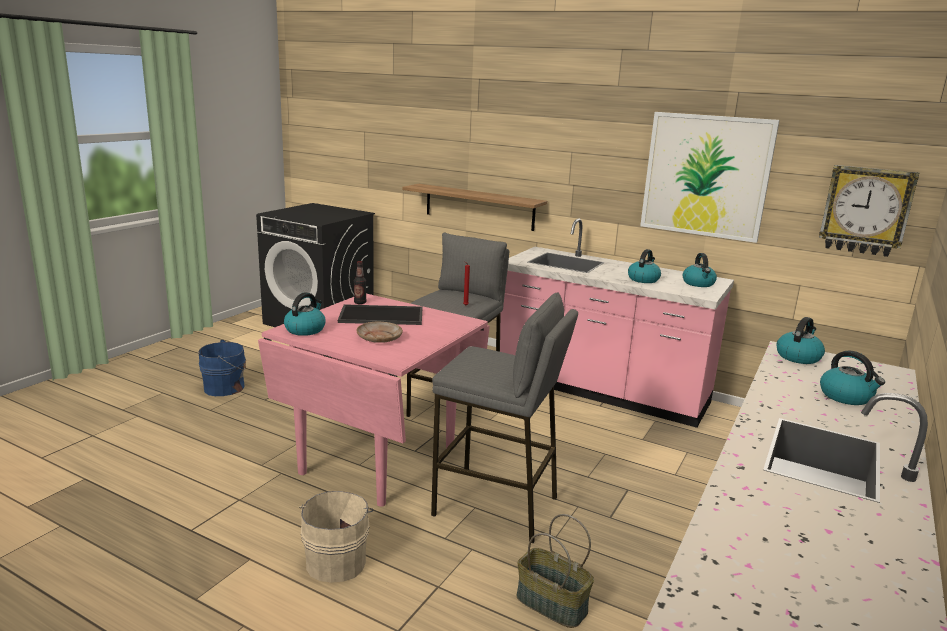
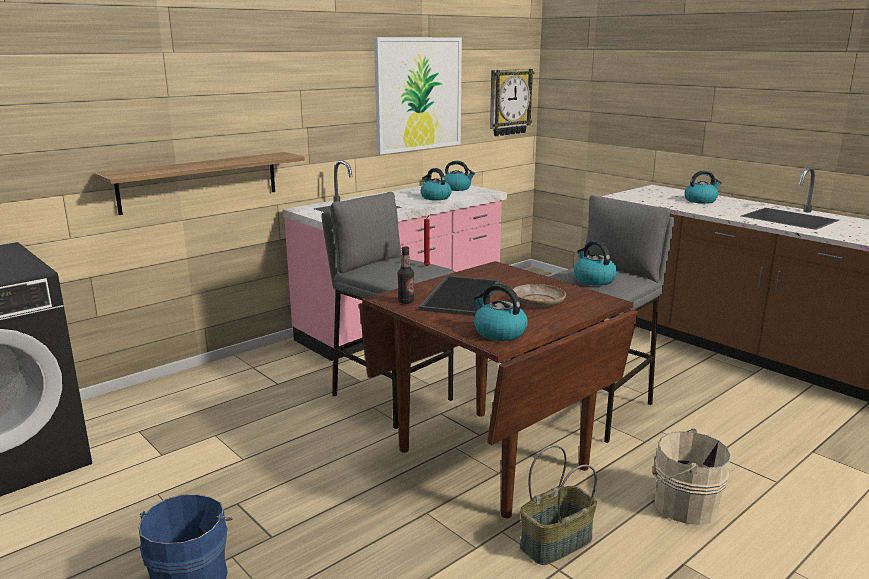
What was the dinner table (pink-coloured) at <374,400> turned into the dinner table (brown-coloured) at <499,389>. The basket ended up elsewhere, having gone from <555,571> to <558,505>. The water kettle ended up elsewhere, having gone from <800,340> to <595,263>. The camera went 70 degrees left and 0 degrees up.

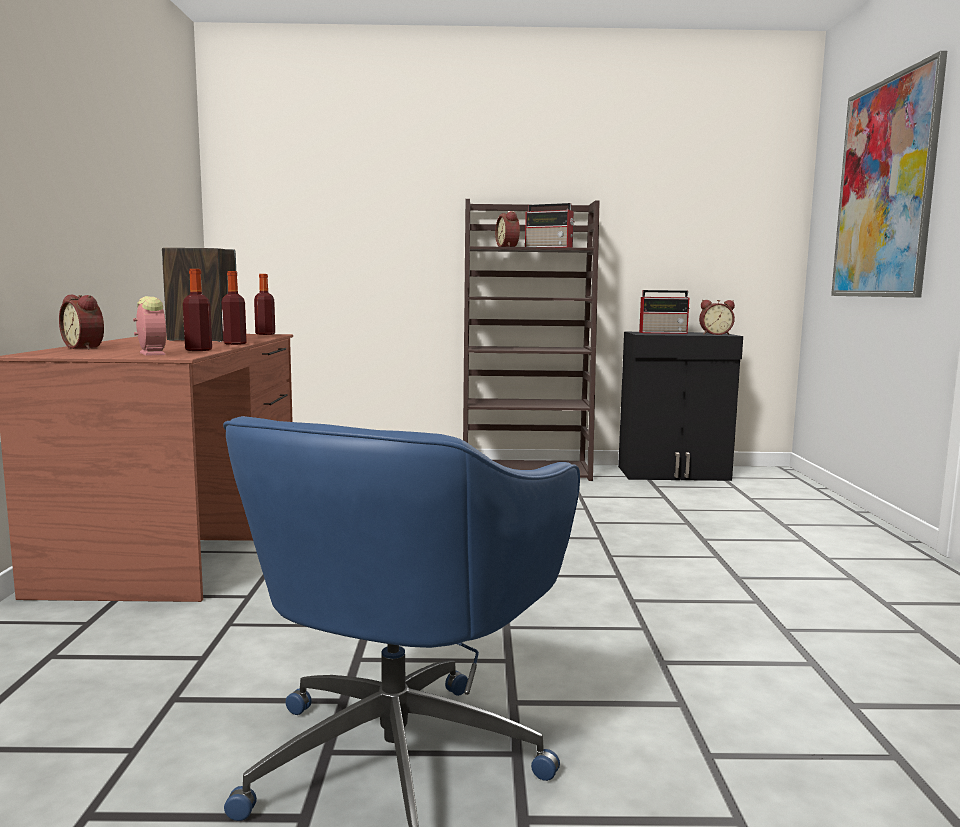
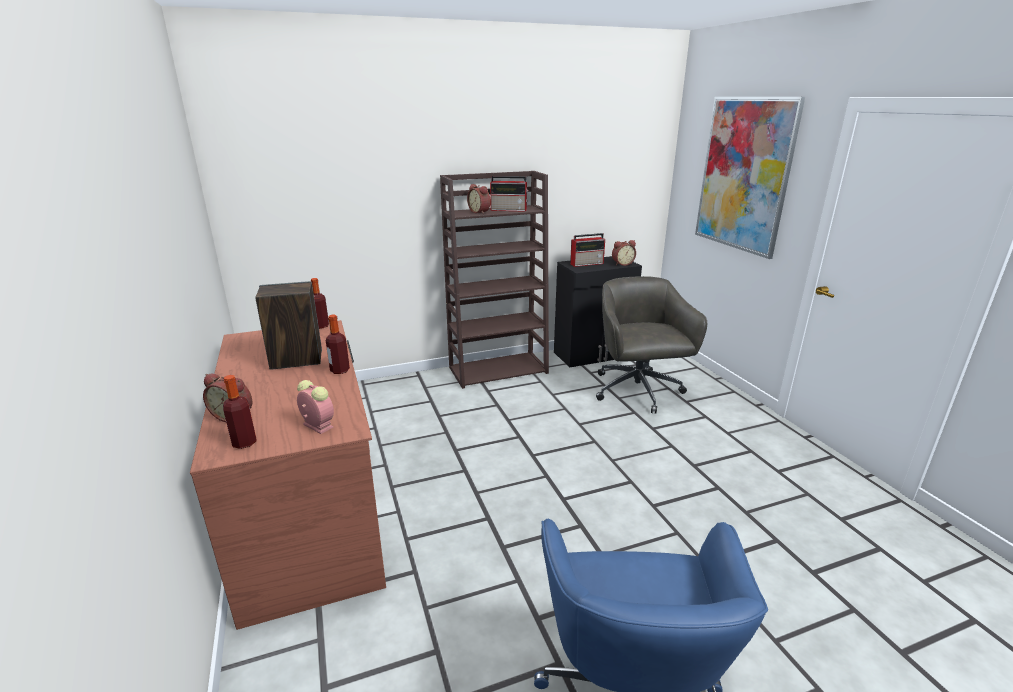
The bottle ended up elsewhere, having gone from <197,310> to <240,412>. The second view gained the computer chair (gray) at <651,345>. The camera went 20 degrees left and 15 degrees up.

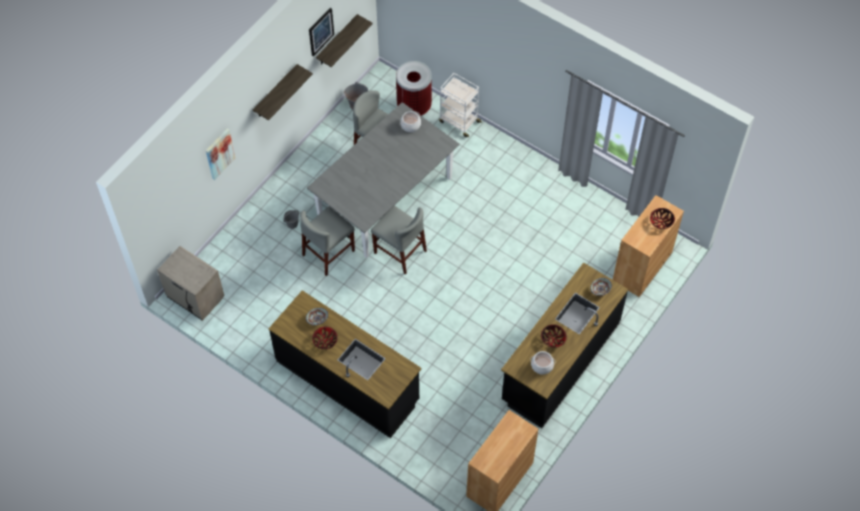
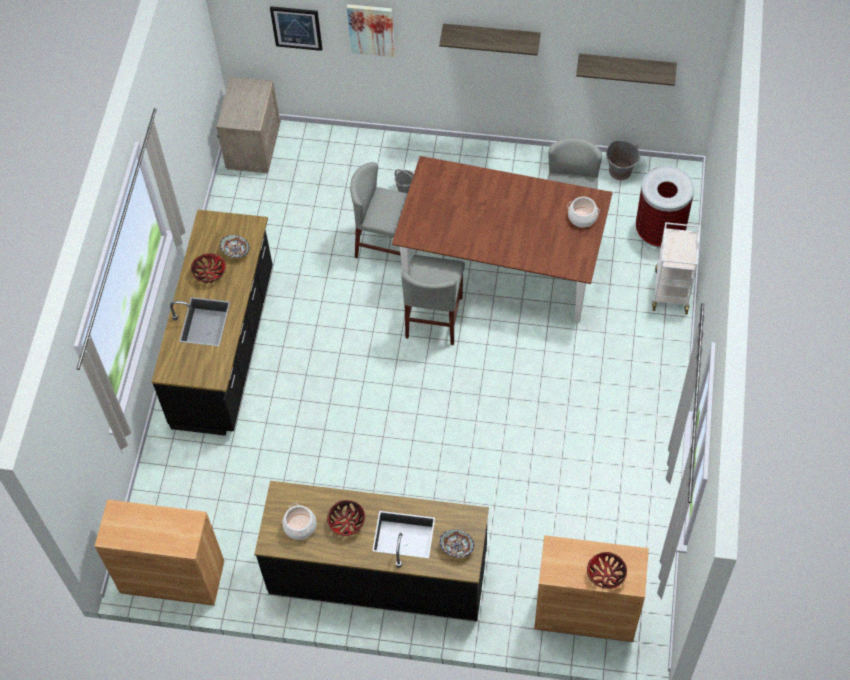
The wall art ended up elsewhere, having gone from <321,32> to <296,28>. What was the dinner table (gray) at <383,180> turned into the dinner table (brown-coloured) at <502,239>. The camera went 65 degrees right and 0 degrees up.

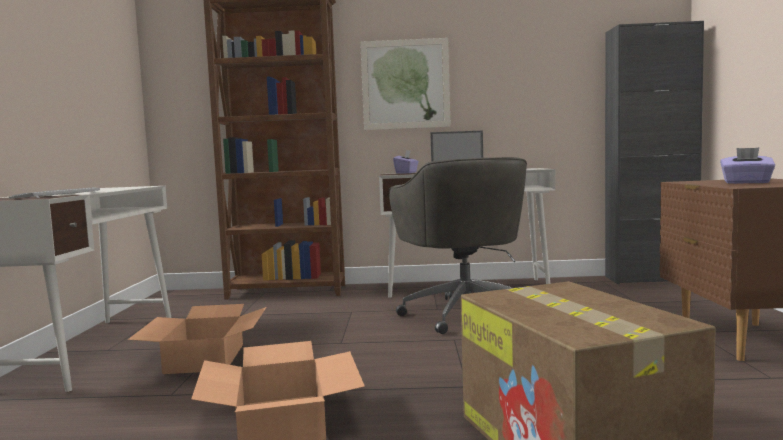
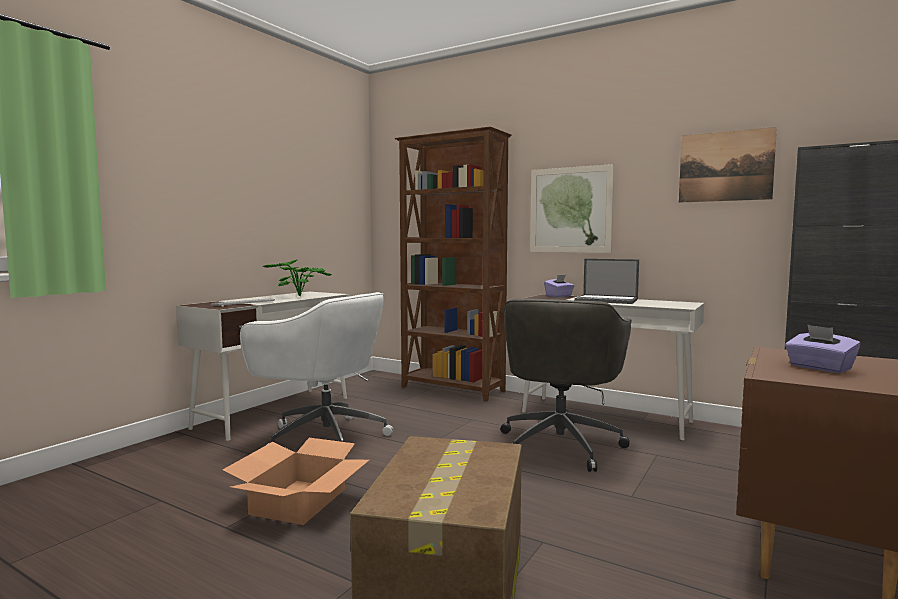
Where the cardboard box stood at <197,339>, the computer chair (white-coloured) came to stand at <316,375>. The second view gained the houseplant at <297,278>. The second view gained the wall art at <728,165>. The camera went 30 degrees right and 0 degrees up.

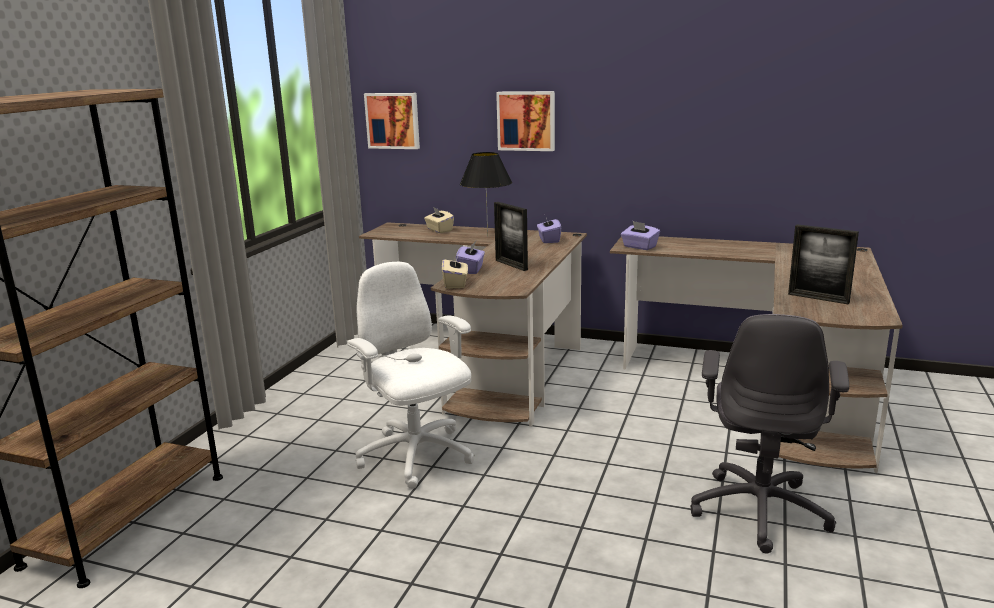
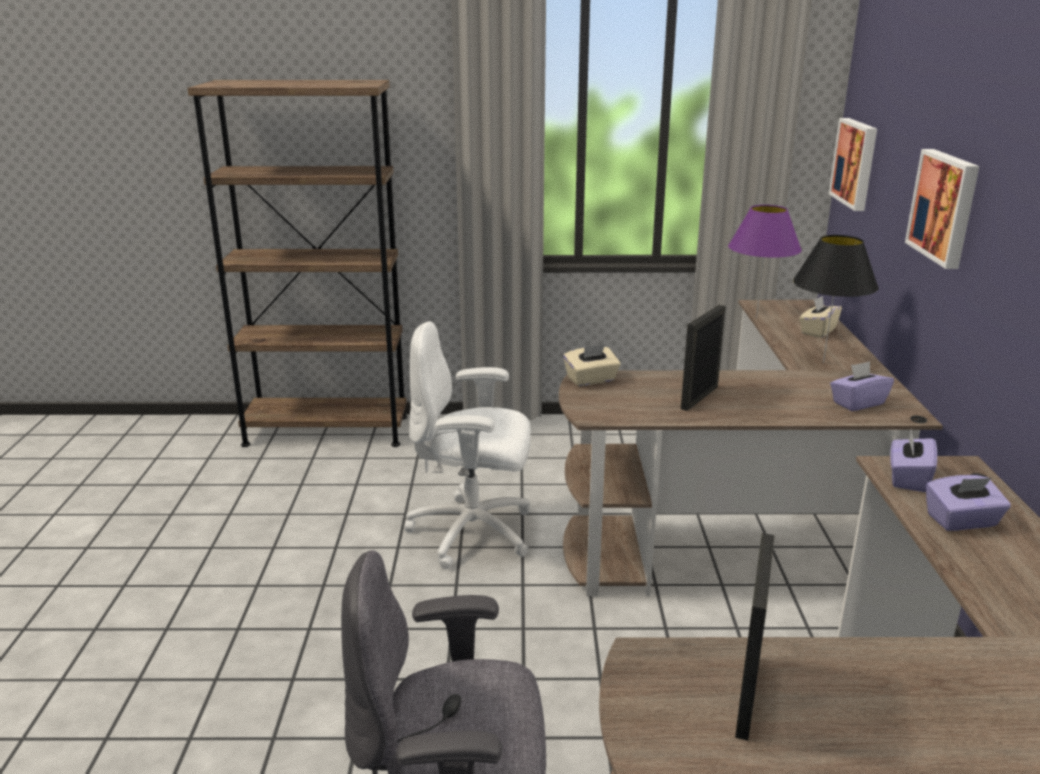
The computer chair (white-coloured) at <411,375> ended up facing another way, 120 degrees counterclockwise from before. The second view gained the table lamp (purplish) at <765,261>. The tissue box (purplish) ended up elsewhere, having gone from <470,257> to <968,503>. The camera went 70 degrees right and 5 degrees up.

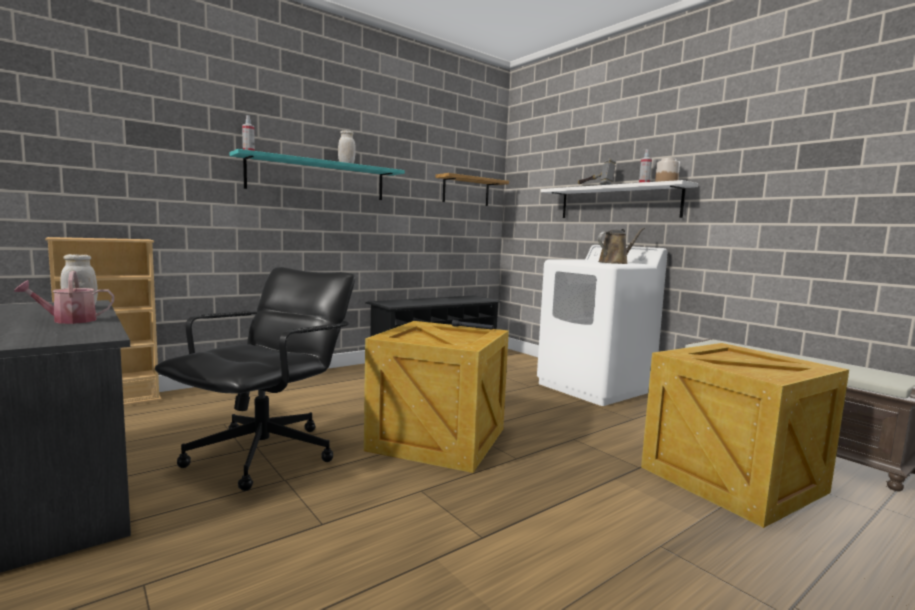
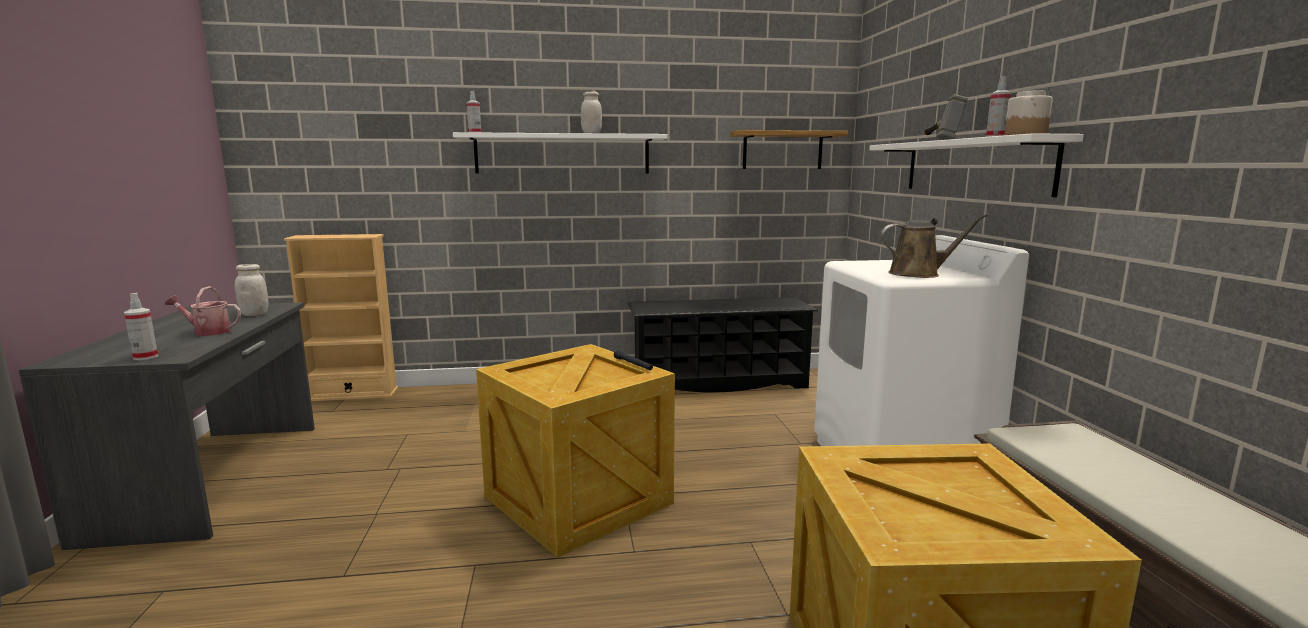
The second view gained the sprayer at <141,326>. What was the wall shelf (turquoise) at <317,174> turned into the wall shelf (white-coloured) at <560,153>. The second view lost the computer chair (blackish) at <255,379>. The camera went 30 degrees right and 5 degrees up.

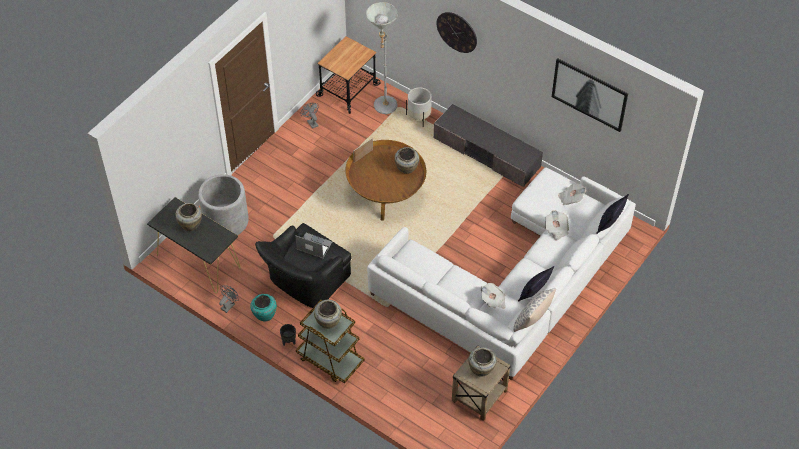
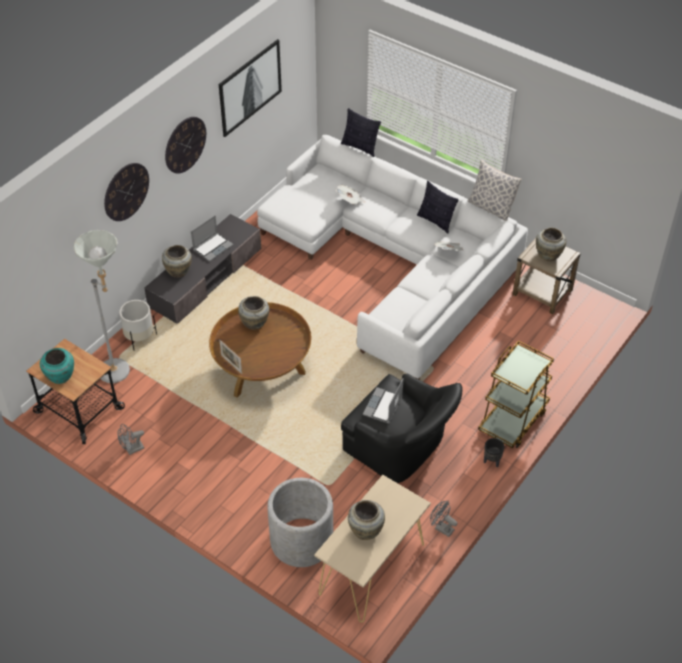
The flower vase (turquoise) ended up elsewhere, having gone from <264,307> to <57,366>. The flower vase (beige) ended up elsewhere, having gone from <328,314> to <177,261>. The second view gained the clock on the wall at <185,145>. The second view gained the laptop at <212,238>. What was the hall table (blackish) at <194,245> turned into the hall table (beige) at <372,549>. The second view lost the printed paper at <572,194>. The camera went 90 degrees left and 5 degrees down.

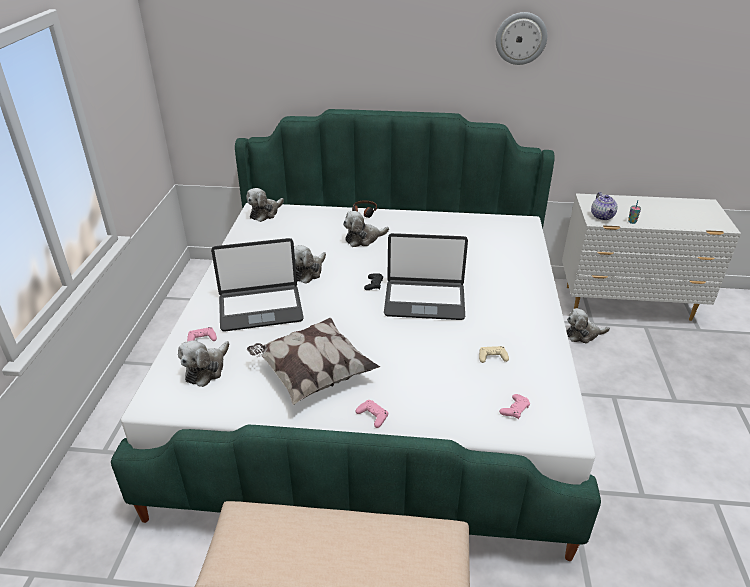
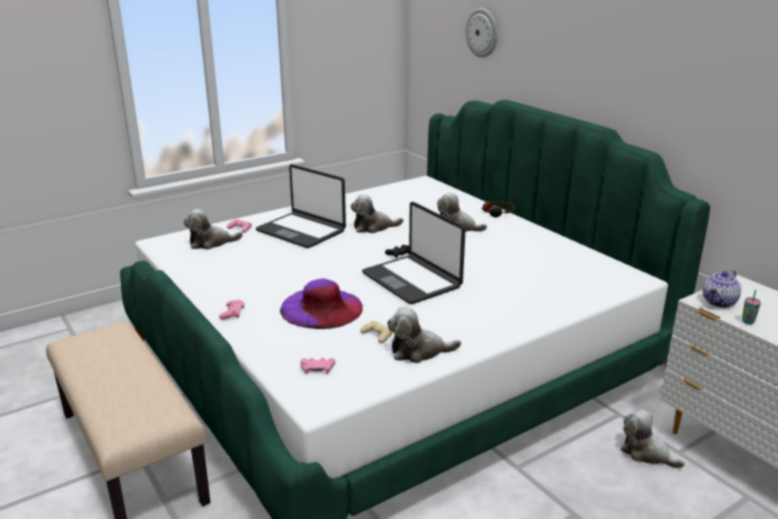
The second view gained the hat (purplish) at <321,304>. The soft toy ended up elsewhere, having gone from <265,205> to <424,335>. The clock on the wall ended up elsewhere, having gone from <521,38> to <482,33>. The second view lost the cushion at <313,361>. The camera went 50 degrees right and 10 degrees down.

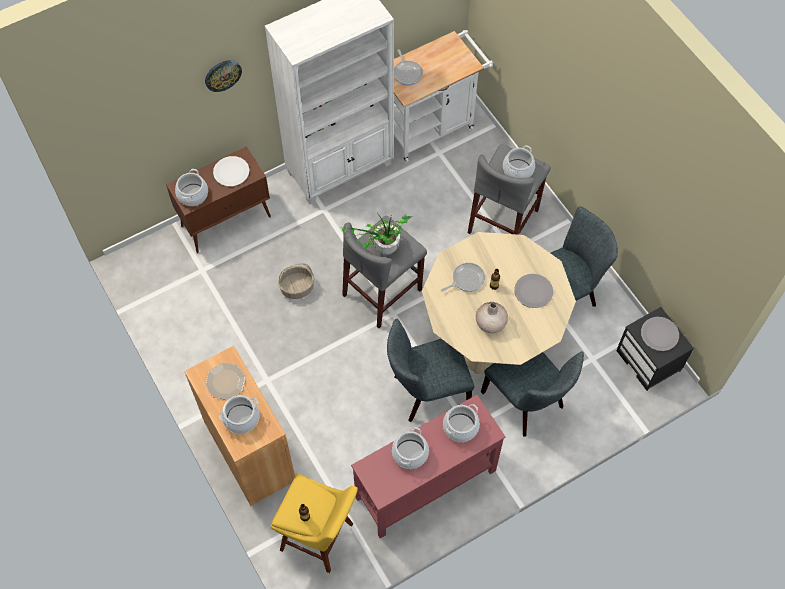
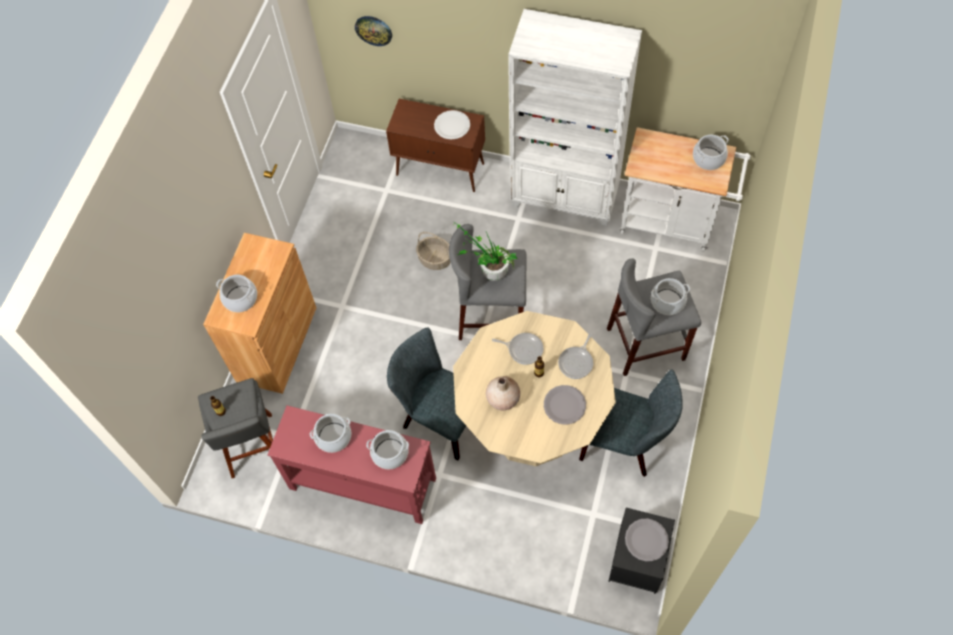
What was the stool seat (yellowish) at <314,523> turned into the stool seat (gray) at <235,428>. The clock on the wall ended up elsewhere, having gone from <223,76> to <373,31>. The pan ended up elsewhere, having gone from <408,67> to <575,356>. The stockpot ended up elsewhere, having gone from <191,187> to <711,152>. The second view lost the dinner plate at <225,381>. The second view lost the chair (gray) at <532,394>. The camera went 50 degrees right and 0 degrees up.

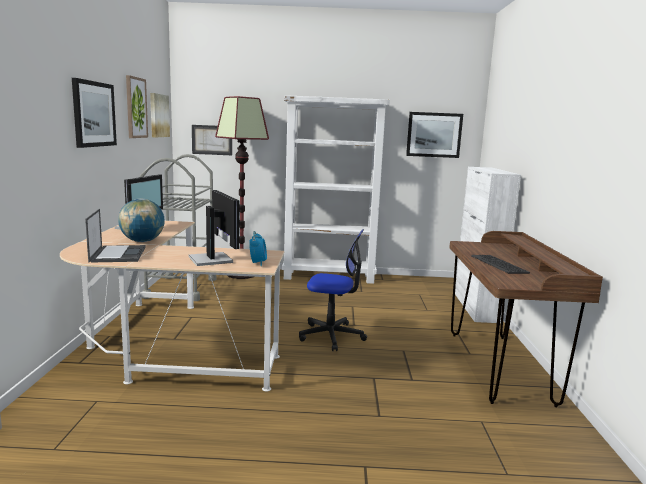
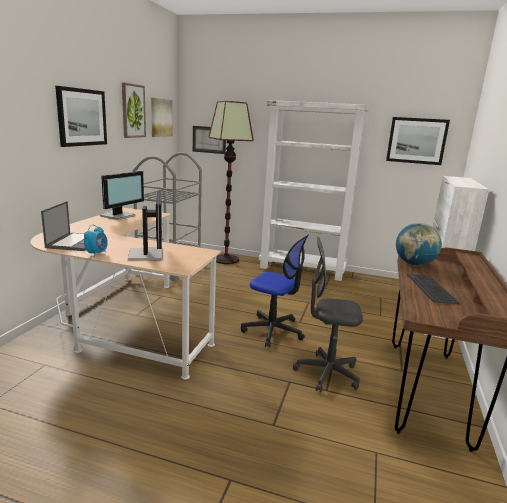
The alarm clock ended up elsewhere, having gone from <258,248> to <96,241>. The second view gained the computer chair (gray) at <328,314>. The globe ended up elsewhere, having gone from <141,220> to <419,244>. The camera went 15 degrees right and 5 degrees up.

